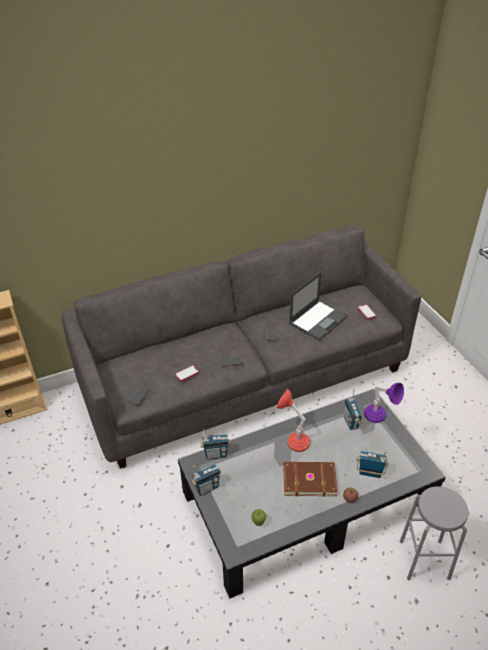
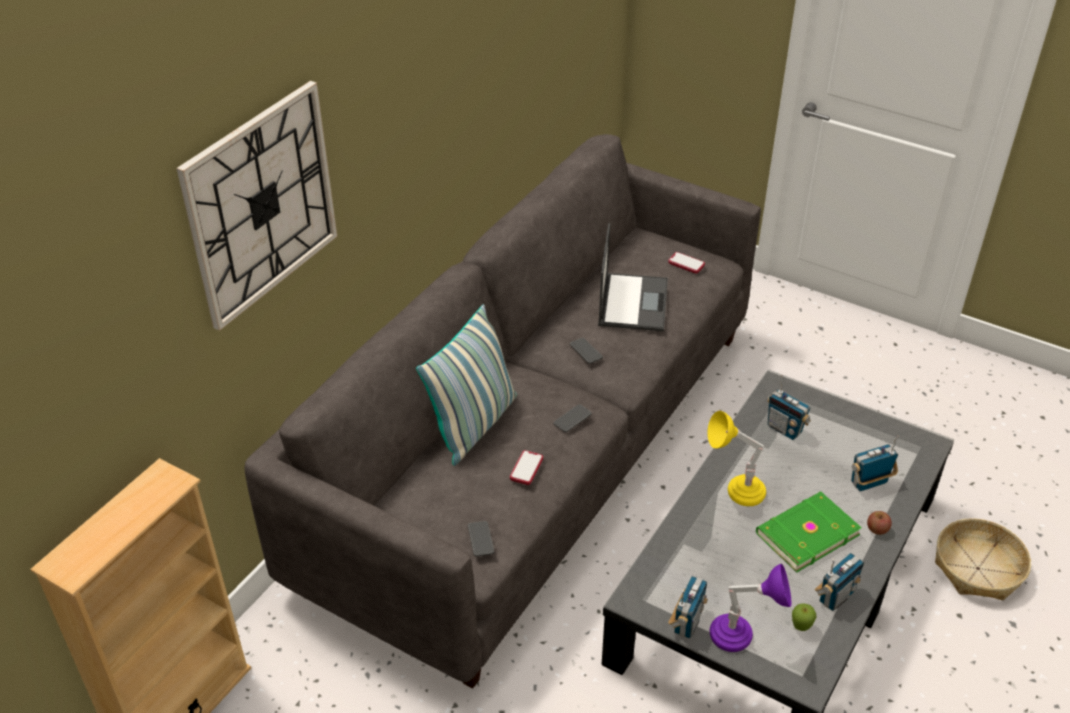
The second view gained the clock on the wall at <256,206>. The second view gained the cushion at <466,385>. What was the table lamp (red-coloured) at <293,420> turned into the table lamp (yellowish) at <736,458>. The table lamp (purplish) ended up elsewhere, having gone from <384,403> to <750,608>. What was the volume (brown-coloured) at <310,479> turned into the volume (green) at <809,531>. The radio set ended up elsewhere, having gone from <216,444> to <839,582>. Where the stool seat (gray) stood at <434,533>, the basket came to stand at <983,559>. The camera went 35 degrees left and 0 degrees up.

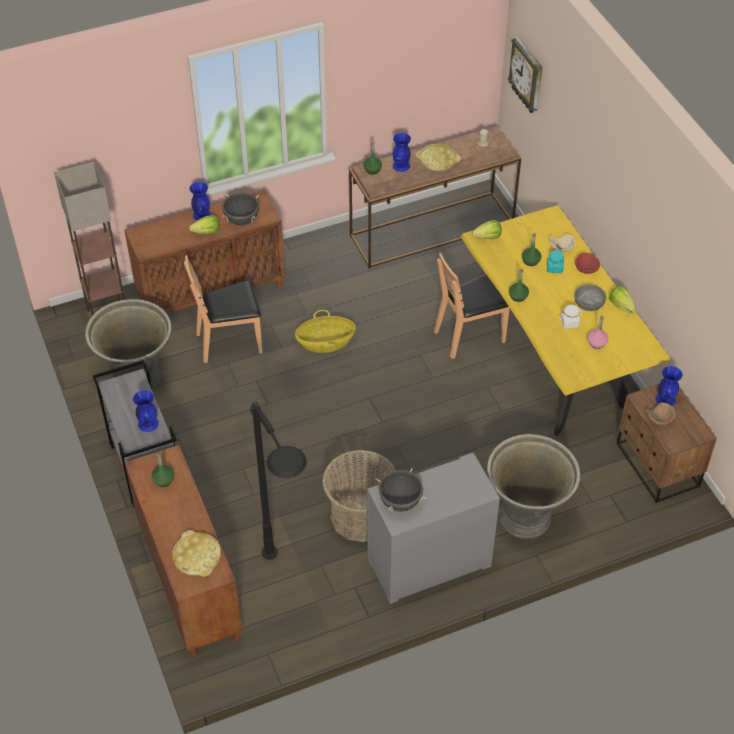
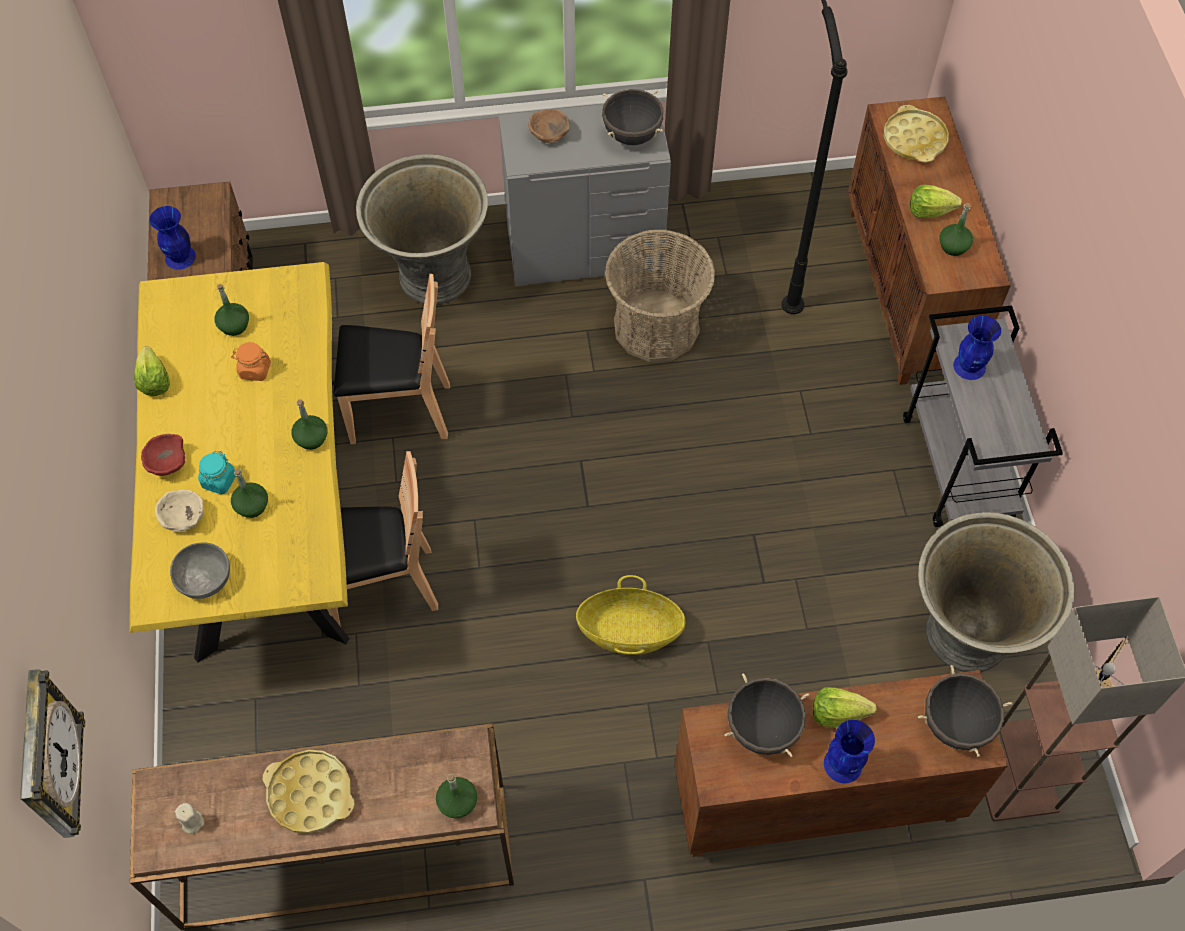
The deep dish (gray) ended up elsewhere, having gone from <590,297> to <200,570>. What was the bottle (pink-coloured) at <597,332> turned into the bottle (green) at <231,310>. What was the storage jar (white-coloured) at <571,316> turned into the storage jar (orange) at <251,361>. The chair (brown-coloured) ended up elsewhere, having gone from <223,309> to <392,359>. The deep dish (brown-coloured) ended up elsewhere, having gone from <661,413> to <549,126>. The head of lettuce ended up elsewhere, having gone from <487,229> to <936,201>. The second view gained the stockpot (blackish) at <965,711>. The second view lost the flower vase (blue-coloured) at <402,152>. The camera went 165 degrees left and 10 degrees up.

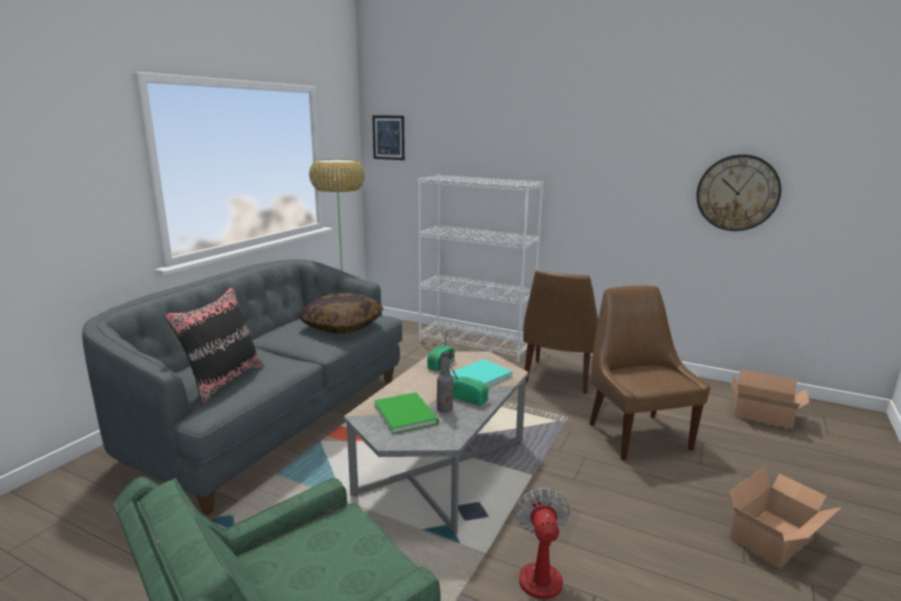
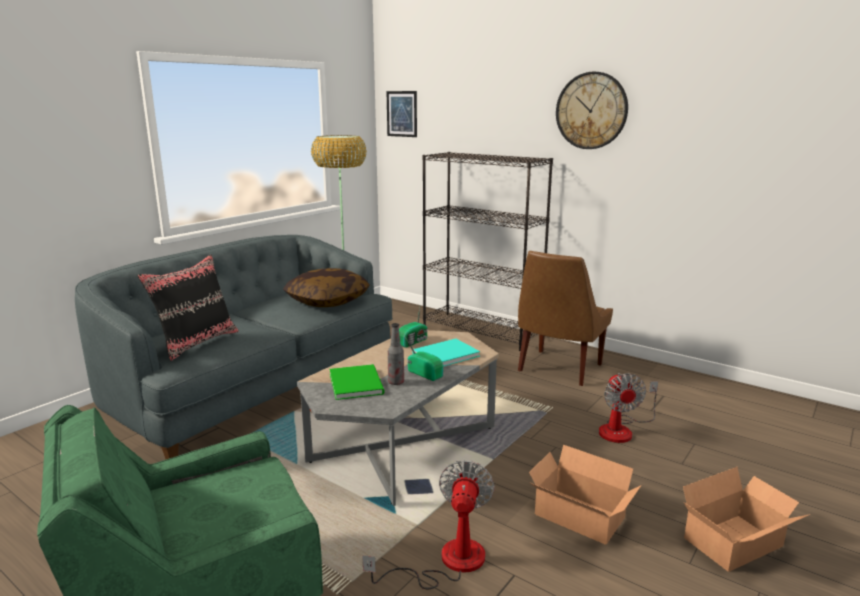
What was the bookcase (white-coloured) at <481,268> turned into the bookcase (blackish) at <487,251>. The cardboard box ended up elsewhere, having gone from <771,399> to <585,495>. The clock on the wall ended up elsewhere, having gone from <738,192> to <592,110>. Where the chair (brown-coloured) stood at <650,373>, the electric fan came to stand at <628,408>. The camera went 10 degrees right and 0 degrees up.

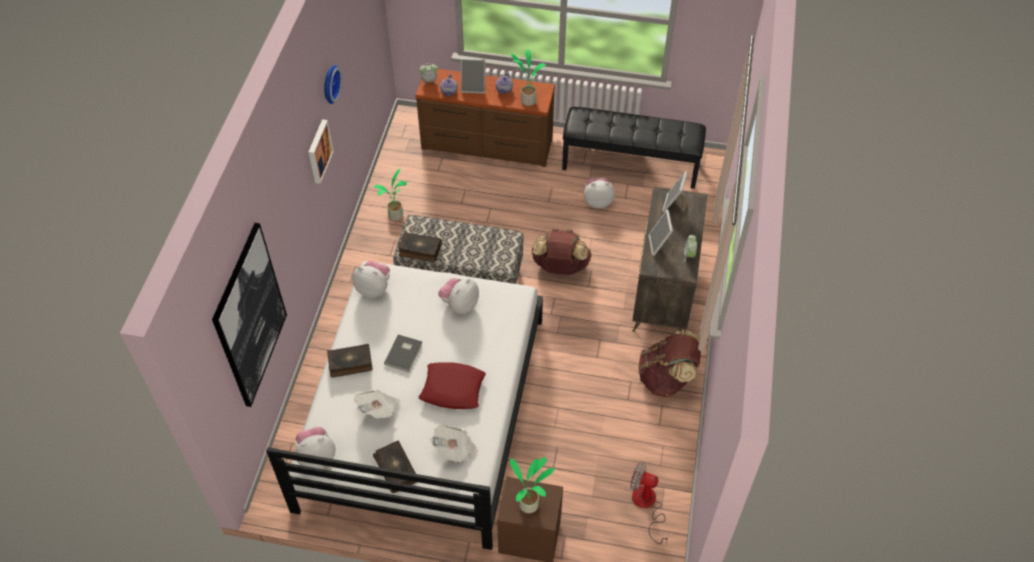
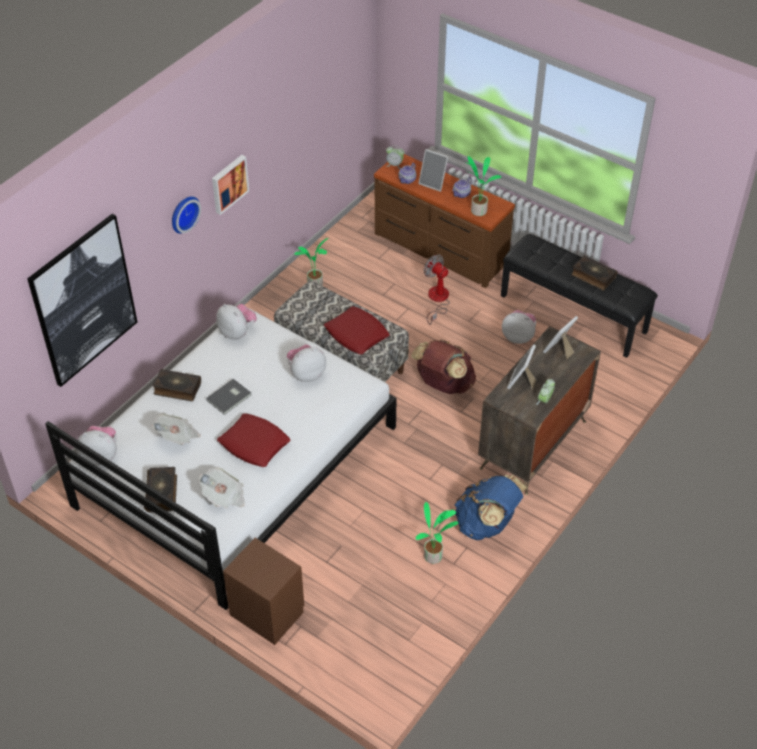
The clock on the wall ended up elsewhere, having gone from <333,84> to <186,215>. The second view gained the cushion (red-coloured) at <357,330>. The houseplant ended up elsewhere, having gone from <532,485> to <436,533>. The electric fan ended up elsewhere, having gone from <649,503> to <437,289>. What was the knapsack (brown-coloured) at <669,363> turned into the knapsack (blue-coloured) at <491,507>. The volume ended up elsewhere, having gone from <419,247> to <594,273>. The camera went 25 degrees right and 5 degrees down.

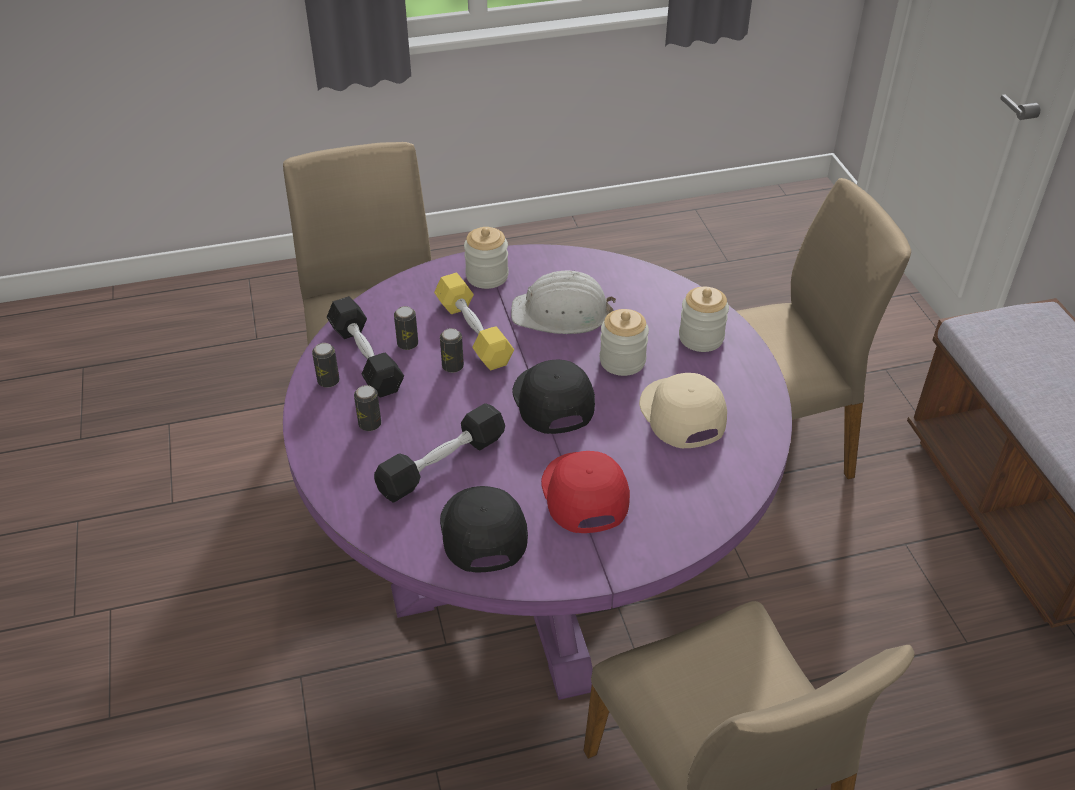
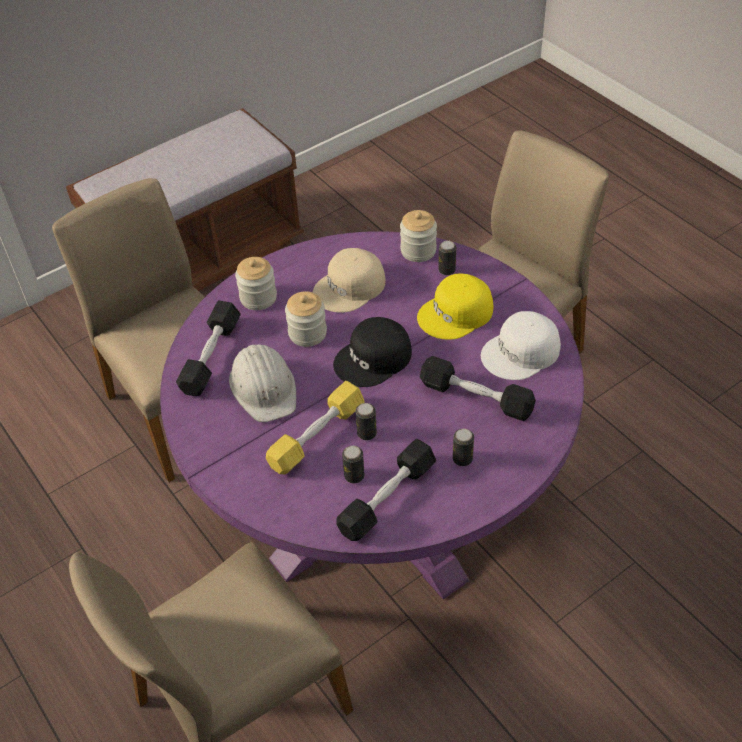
The second view gained the hand weight (blackish) at <208,348>. The storage jar ended up elsewhere, having gone from <486,258> to <418,236>. What was the cap (red-coloured) at <585,492> turned into the cap (yellowish) at <455,307>. The can ended up elsewhere, having gone from <326,365> to <447,257>. What was the cap (blackish) at <484,529> turned into the cap (white-coloured) at <521,345>. The camera went 110 degrees left and 5 degrees up.

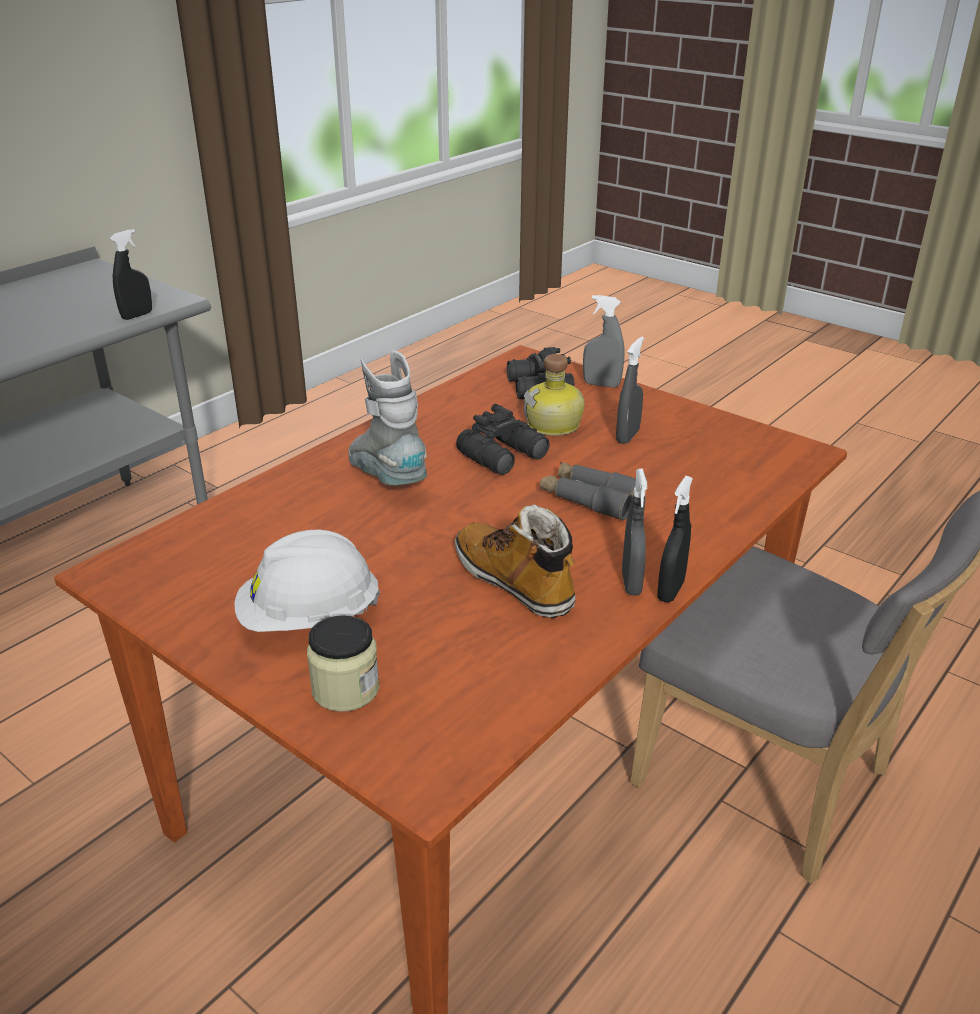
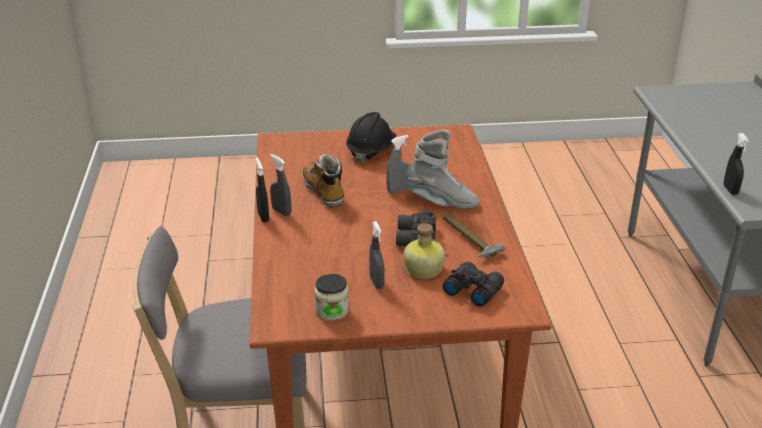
The high-top boot at <515,561> ended up facing another way, 120 degrees counterclockwise from before. The storage jar ended up elsewhere, having gone from <343,663> to <331,297>. What was the hard hat (white-coloured) at <307,581> turned into the hard hat (blackish) at <371,137>. The sprayer (gray) ended up elsewhere, having gone from <604,341> to <398,164>. The second view gained the tool hammer at <474,235>. The second view lost the binoculars (gray) at <588,491>. The camera went 135 degrees right and 0 degrees up.

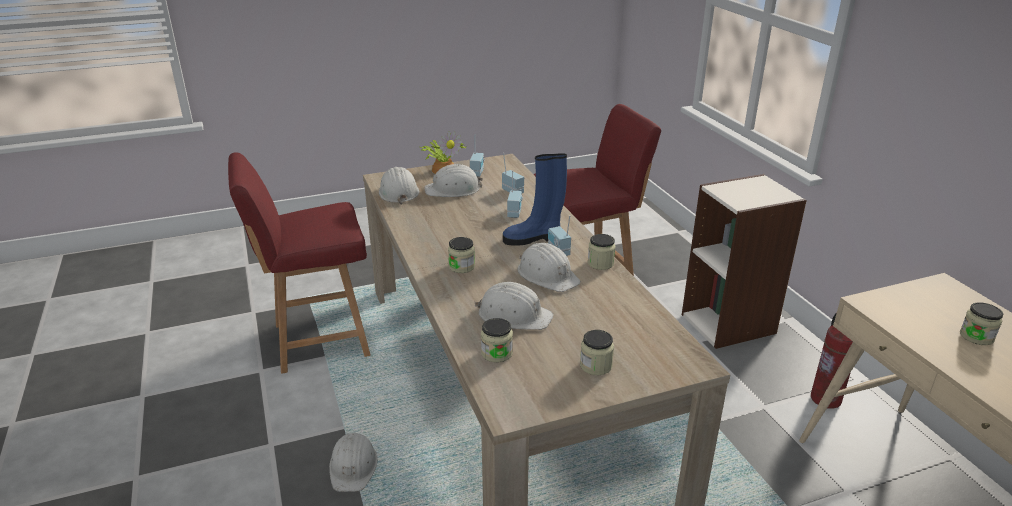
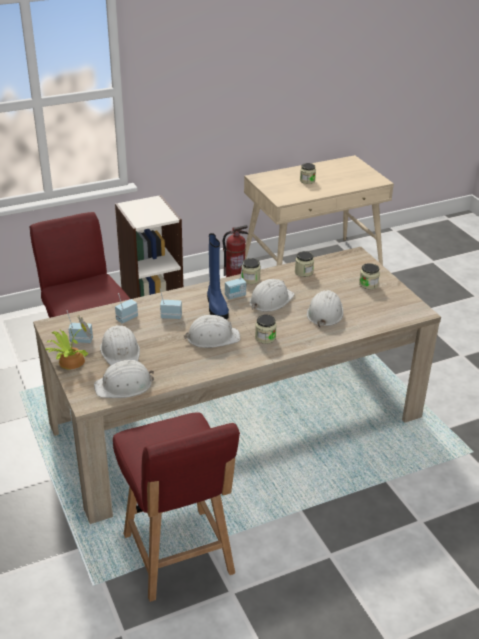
The hard hat (white-coloured) ended up elsewhere, having gone from <353,462> to <212,331>. The storage jar ended up elsewhere, having gone from <497,340> to <304,264>. The camera went 95 degrees left and 5 degrees up.

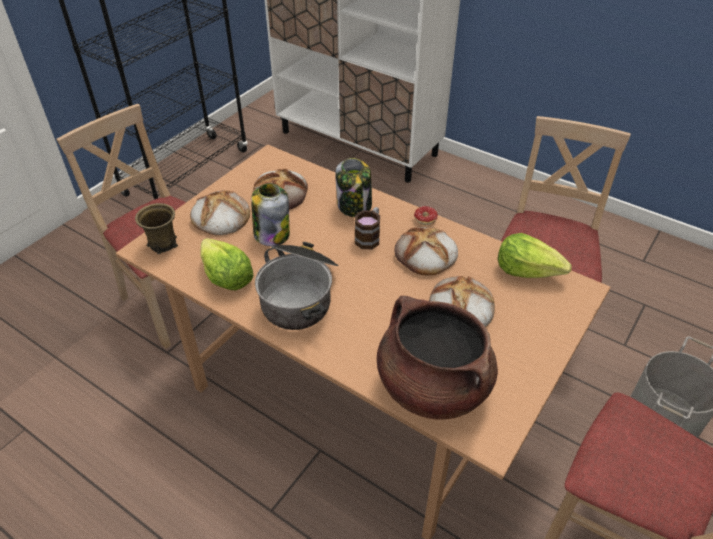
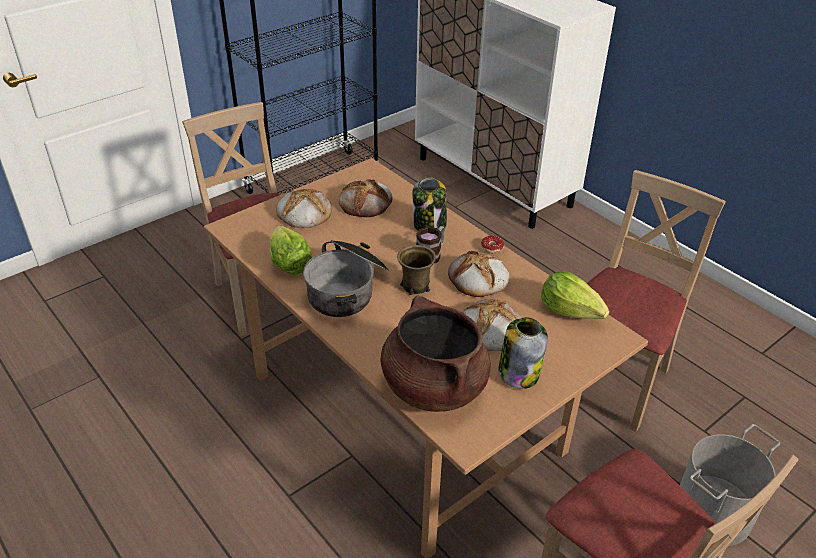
The coffee mug (brown-coloured) ended up elsewhere, having gone from <156,228> to <416,270>. The storage jar ended up elsewhere, having gone from <270,214> to <523,353>. The camera went 15 degrees right and 5 degrees down.

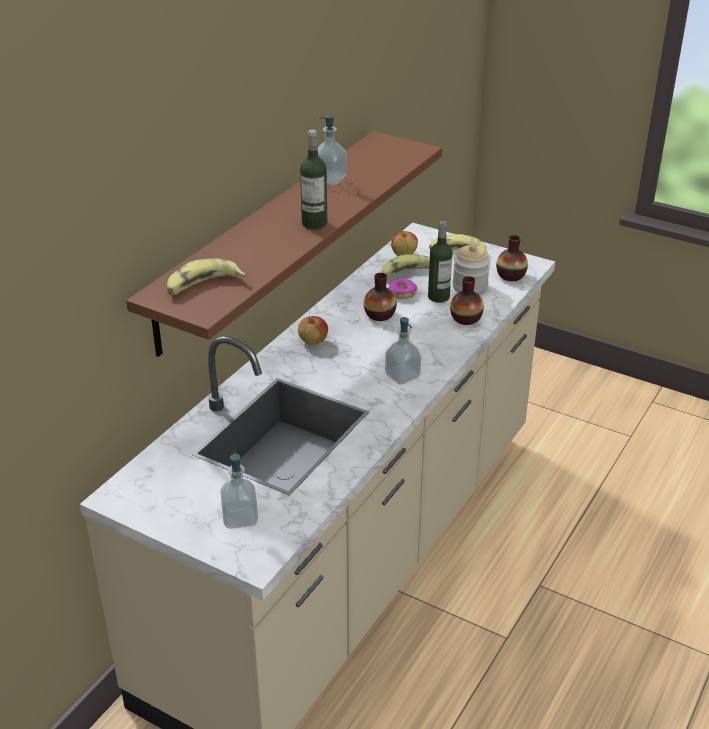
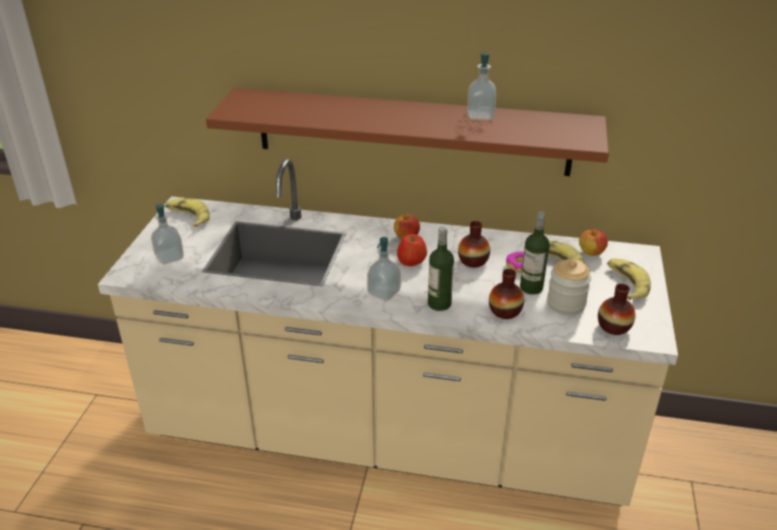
The banana fruit ended up elsewhere, having gone from <207,276> to <188,212>. The second view gained the apple at <412,250>. The bottle ended up elsewhere, having gone from <313,179> to <441,268>. The camera went 70 degrees right and 0 degrees up.

